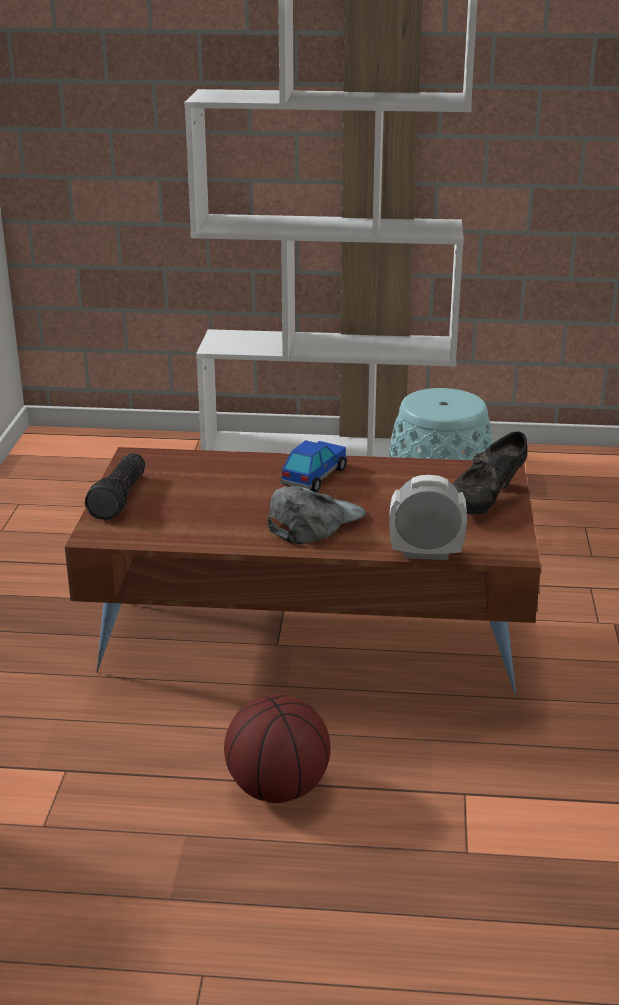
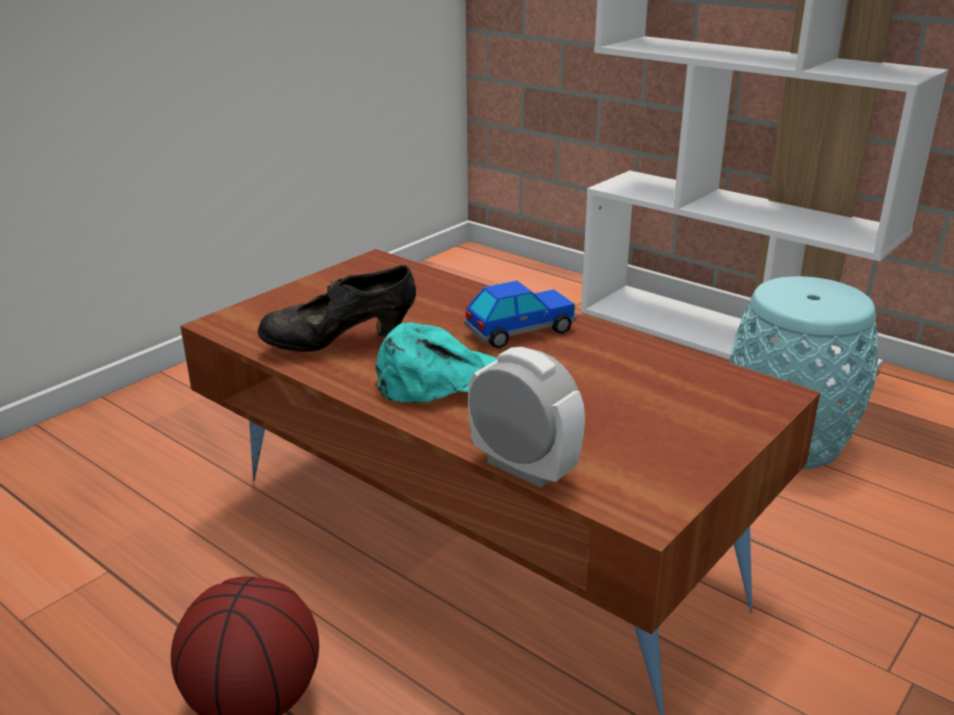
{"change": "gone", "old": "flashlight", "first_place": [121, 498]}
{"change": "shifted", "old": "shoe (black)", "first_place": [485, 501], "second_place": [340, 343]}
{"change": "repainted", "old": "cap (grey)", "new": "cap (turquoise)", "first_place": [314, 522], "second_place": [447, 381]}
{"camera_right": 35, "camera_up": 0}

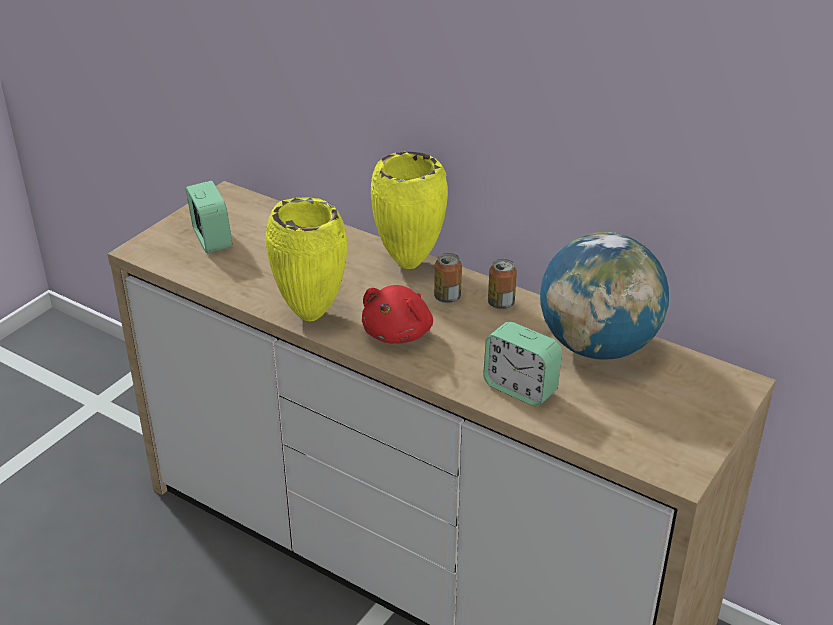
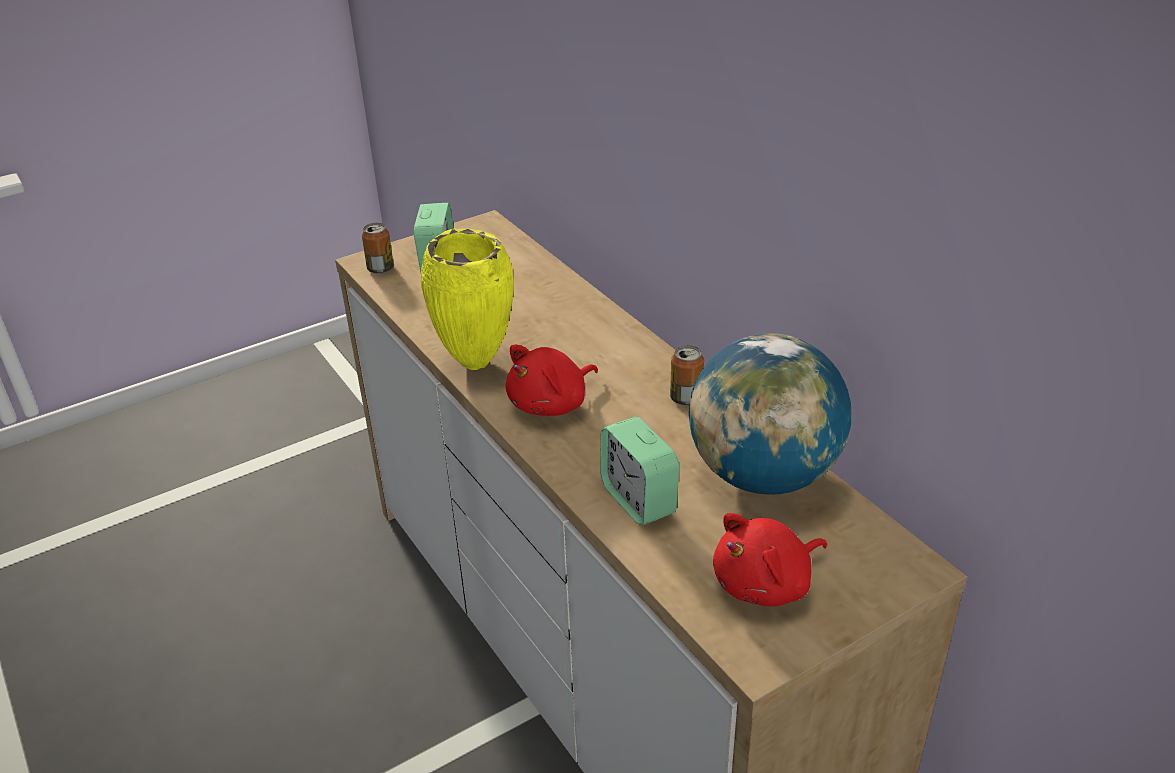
{"change": "gone", "old": "vase (yellow)", "first_place": [408, 265]}
{"change": "new", "new": "plush toy (red)", "second_place": [766, 584]}
{"change": "shifted", "old": "can", "first_place": [447, 297], "second_place": [380, 269]}
{"camera_right": 25, "camera_up": 0}

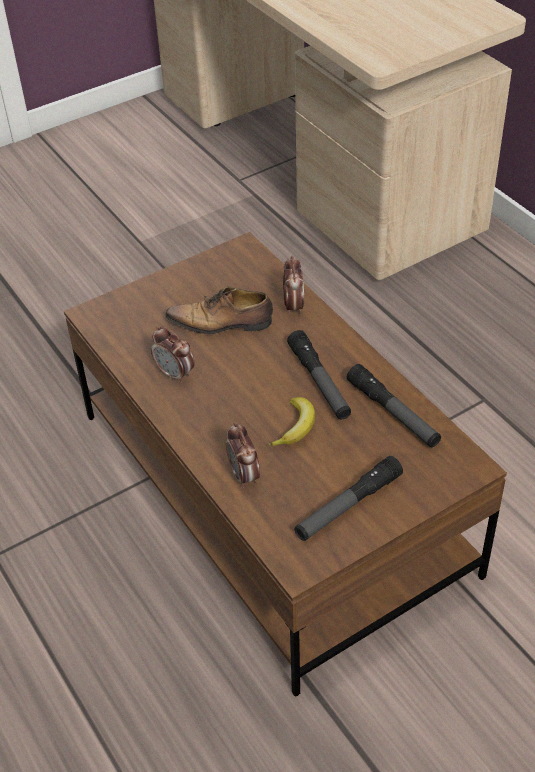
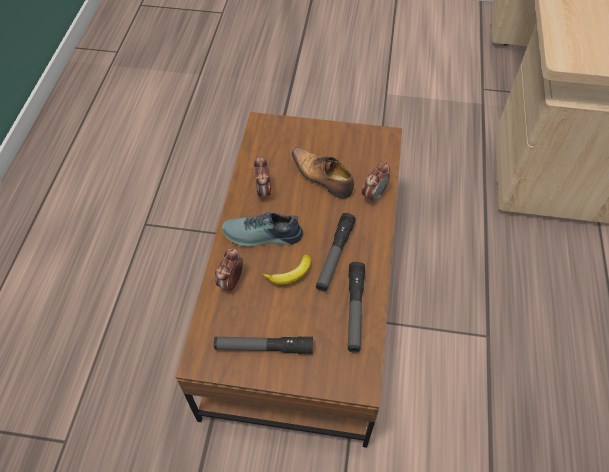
{"change": "new", "new": "shoe", "second_place": [262, 236]}
{"camera_right": 40, "camera_up": 10}

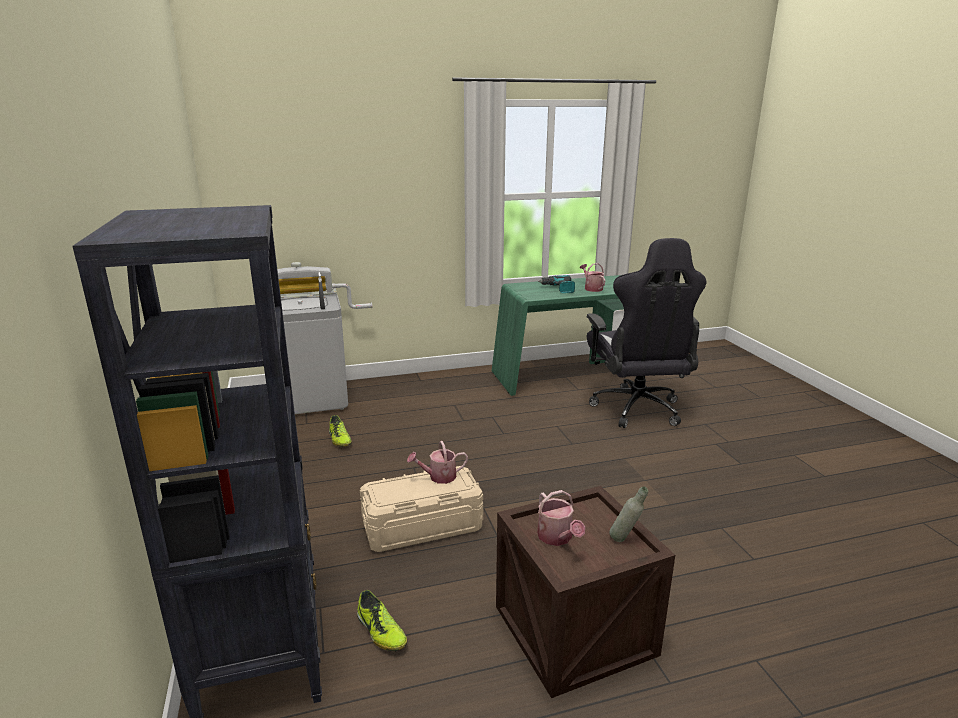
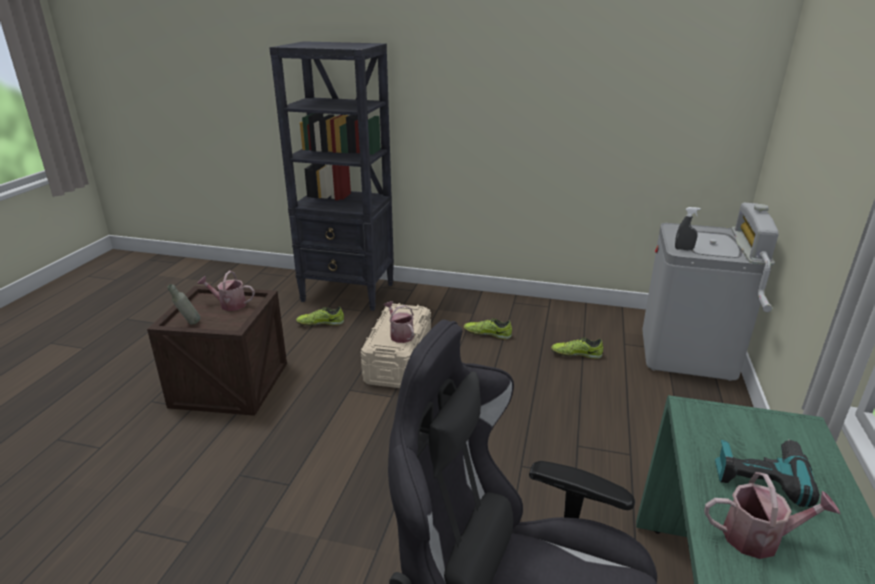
{"change": "new", "new": "shoe", "second_place": [487, 334]}
{"change": "rotated", "old": "watering can", "first_place": [438, 477], "second_place": [400, 334], "degrees": -45}
{"camera_right": 120, "camera_up": 5}

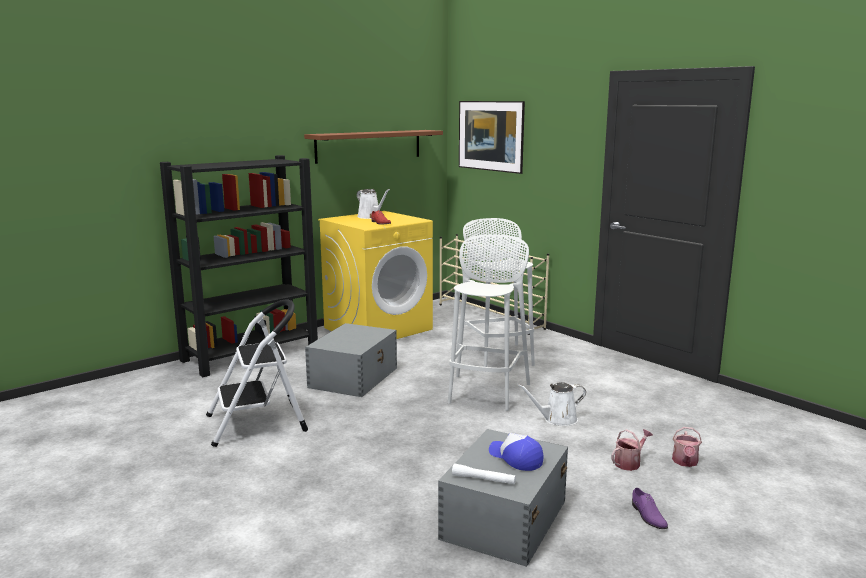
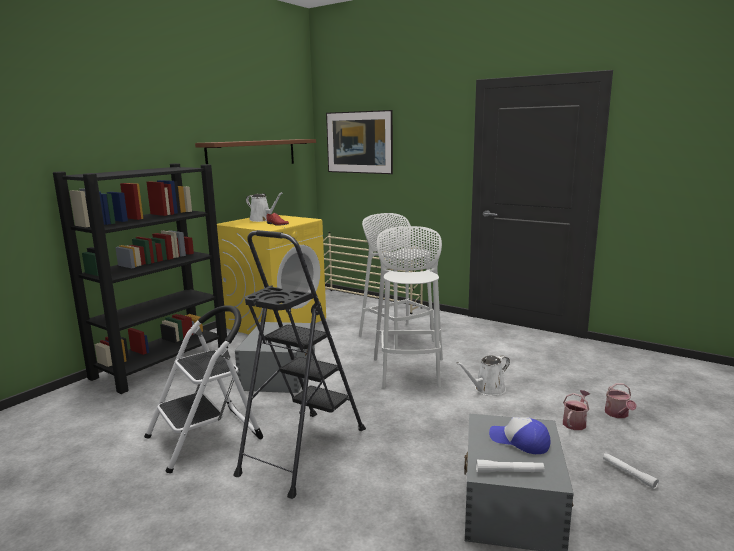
{"change": "new", "new": "step ladder", "second_place": [302, 451]}
{"change": "swapped", "old": "shoe (purple)", "new": "flashlight (white)", "first_place": [647, 515], "second_place": [628, 474]}
{"camera_right": -15, "camera_up": 0}

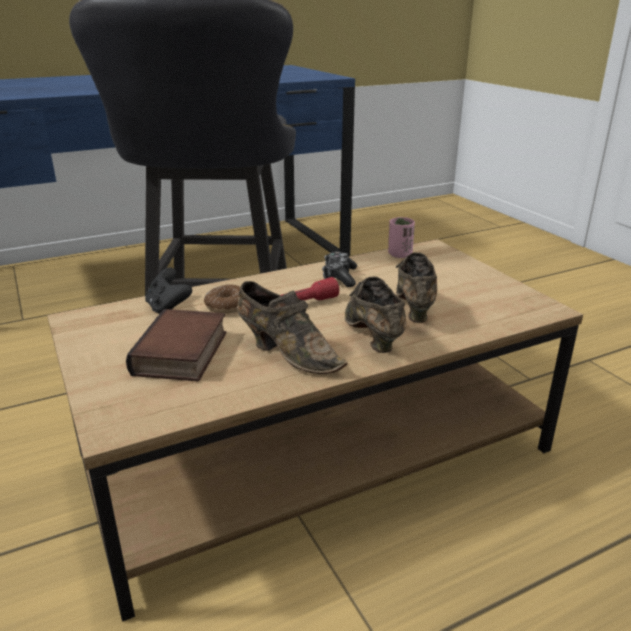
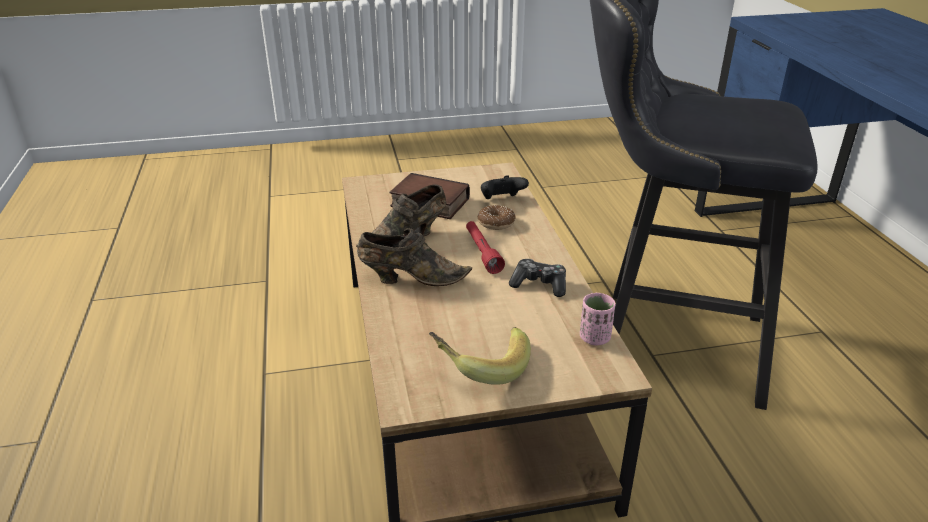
{"change": "gone", "old": "shoe (brown)", "first_place": [414, 308]}
{"change": "new", "new": "banana", "second_place": [481, 365]}
{"camera_right": 105, "camera_up": 5}

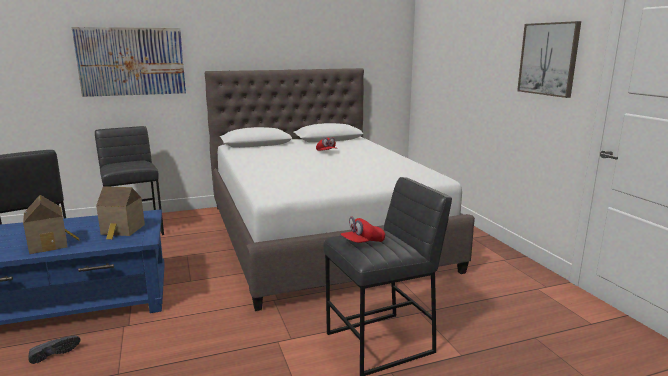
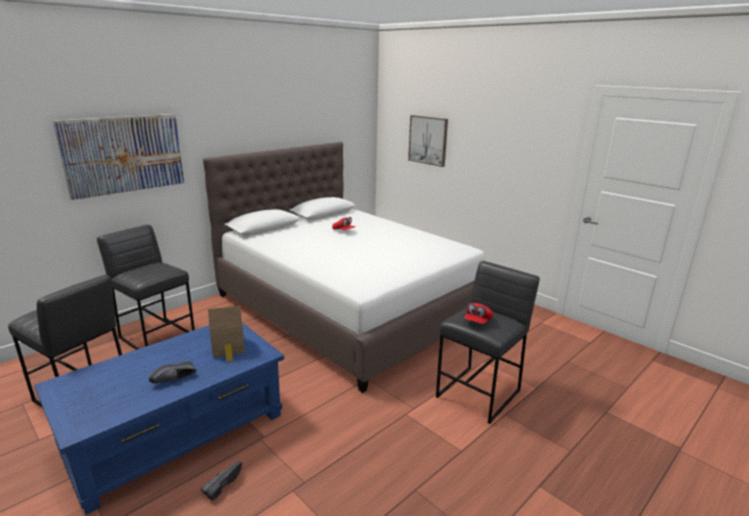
{"change": "shifted", "old": "picture", "first_place": [548, 59], "second_place": [428, 140]}
{"change": "swapped", "old": "toy house", "new": "shoe (black)", "first_place": [51, 244], "second_place": [175, 380]}
{"camera_right": -25, "camera_up": 5}

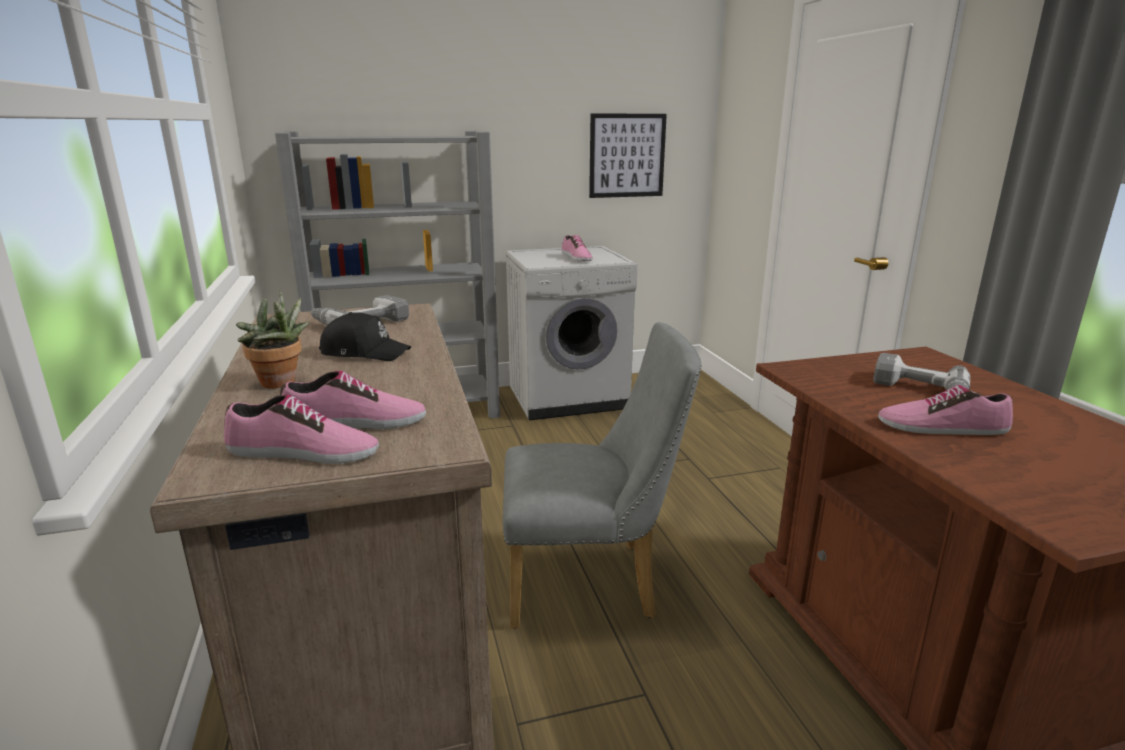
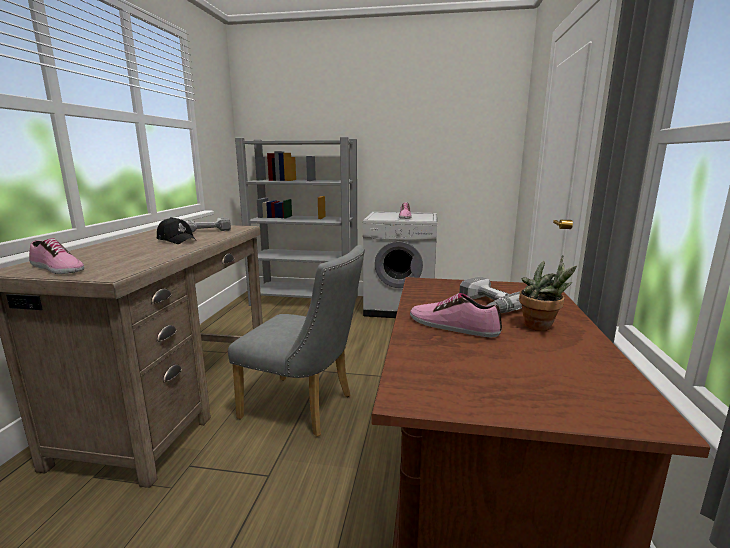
{"change": "gone", "old": "shoe", "first_place": [355, 423]}
{"change": "gone", "old": "picture", "first_place": [627, 156]}
{"change": "shifted", "old": "potted plant", "first_place": [282, 383], "second_place": [541, 327]}
{"camera_right": 25, "camera_up": -5}

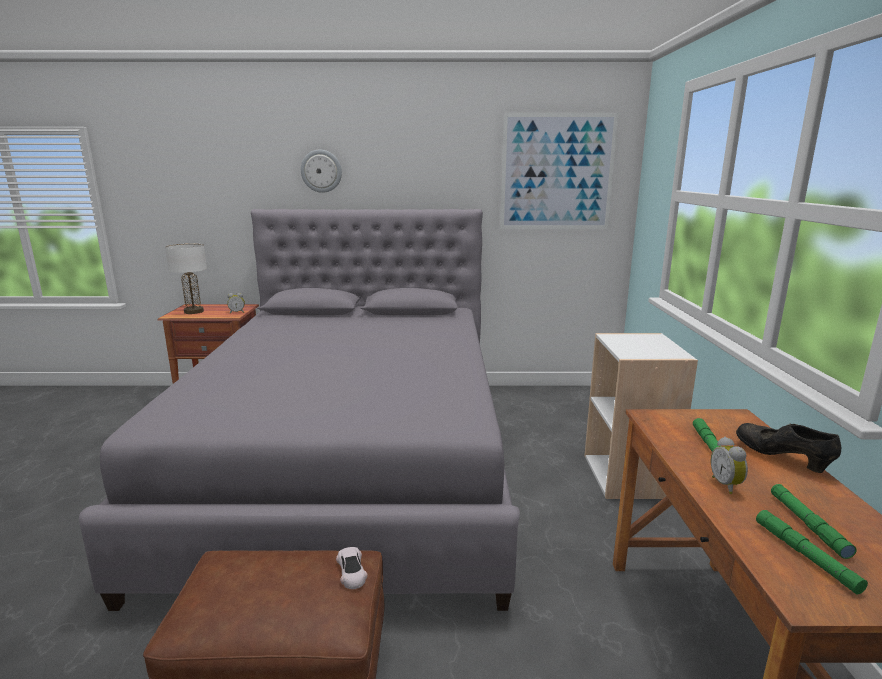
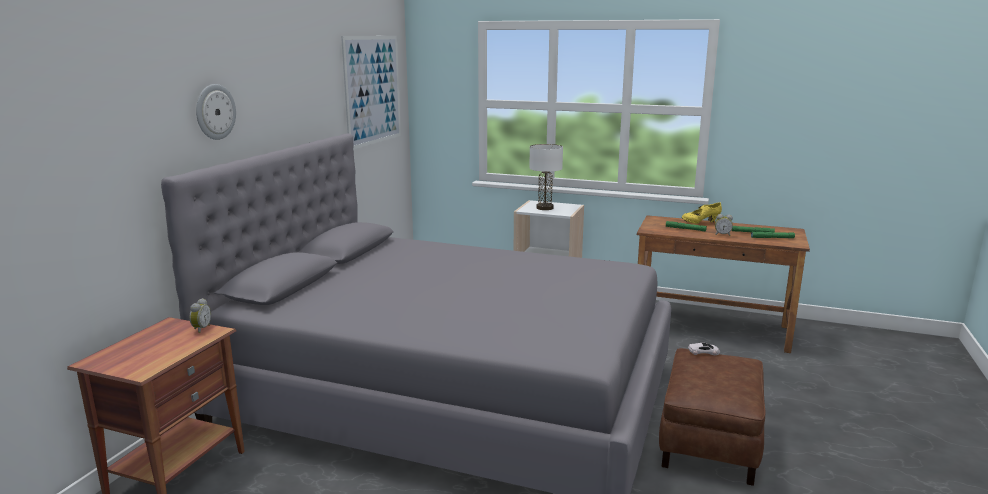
{"change": "shifted", "old": "table lamp", "first_place": [194, 311], "second_place": [544, 208]}
{"change": "repainted", "old": "shoe (black)", "new": "shoe (yellow)", "first_place": [782, 458], "second_place": [700, 223]}
{"camera_right": -70, "camera_up": 0}

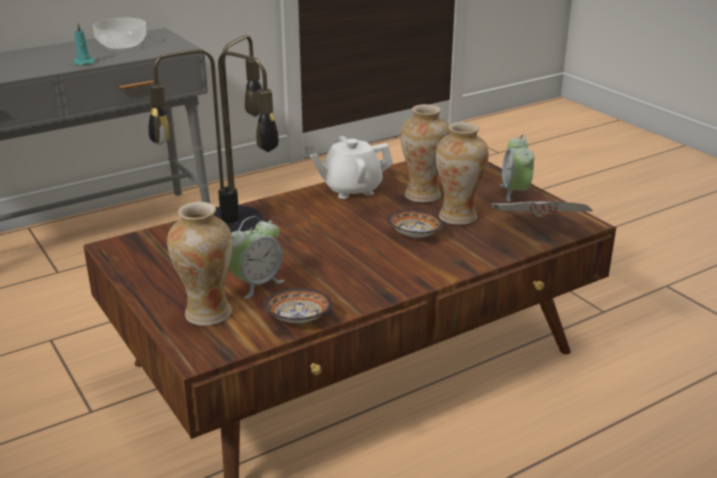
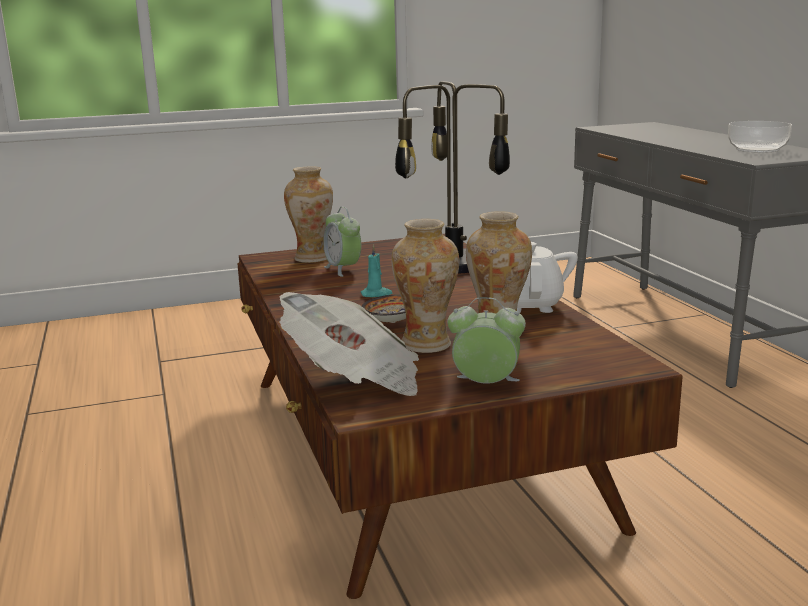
{"change": "gone", "old": "bowl", "first_place": [297, 318]}
{"change": "shifted", "old": "candle (turquoise)", "first_place": [83, 62], "second_place": [376, 294]}
{"camera_right": 105, "camera_up": -10}

